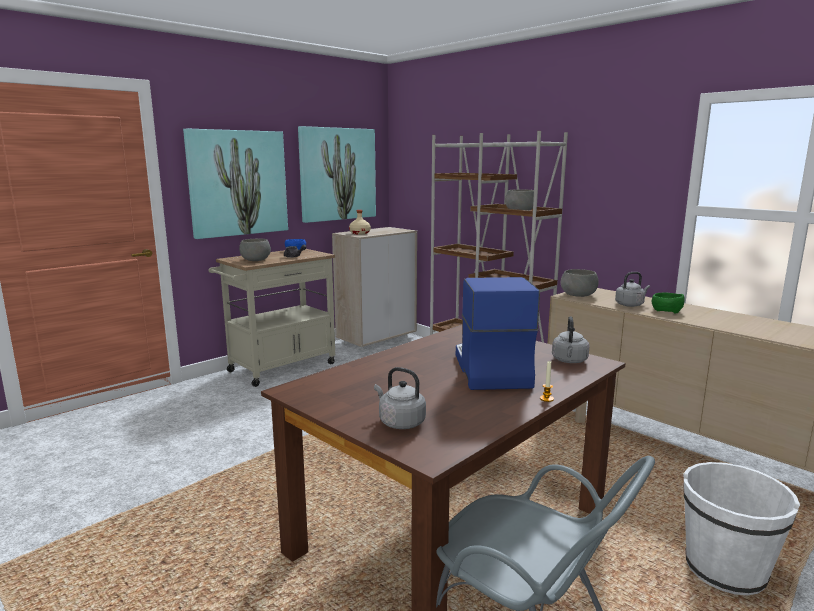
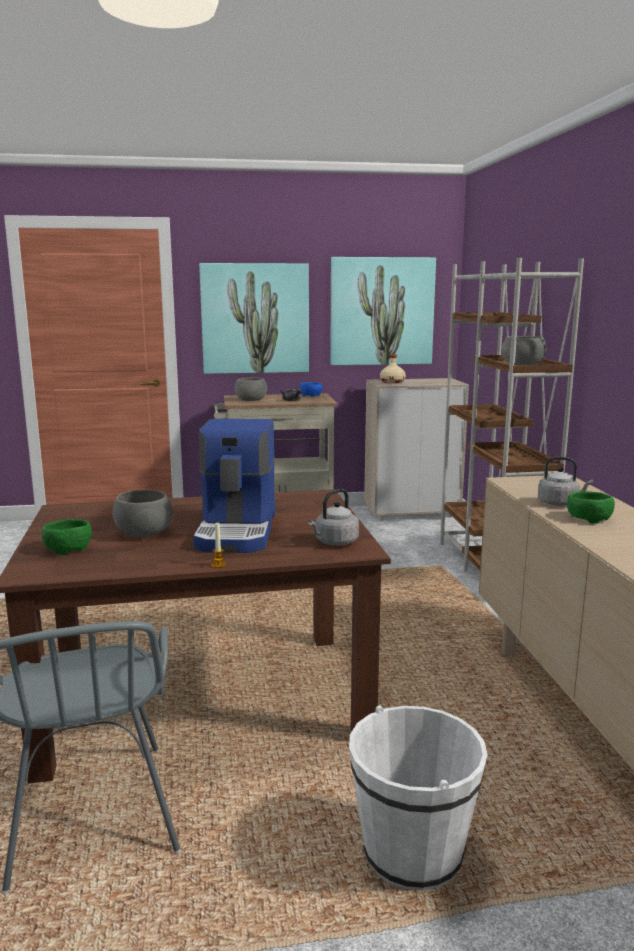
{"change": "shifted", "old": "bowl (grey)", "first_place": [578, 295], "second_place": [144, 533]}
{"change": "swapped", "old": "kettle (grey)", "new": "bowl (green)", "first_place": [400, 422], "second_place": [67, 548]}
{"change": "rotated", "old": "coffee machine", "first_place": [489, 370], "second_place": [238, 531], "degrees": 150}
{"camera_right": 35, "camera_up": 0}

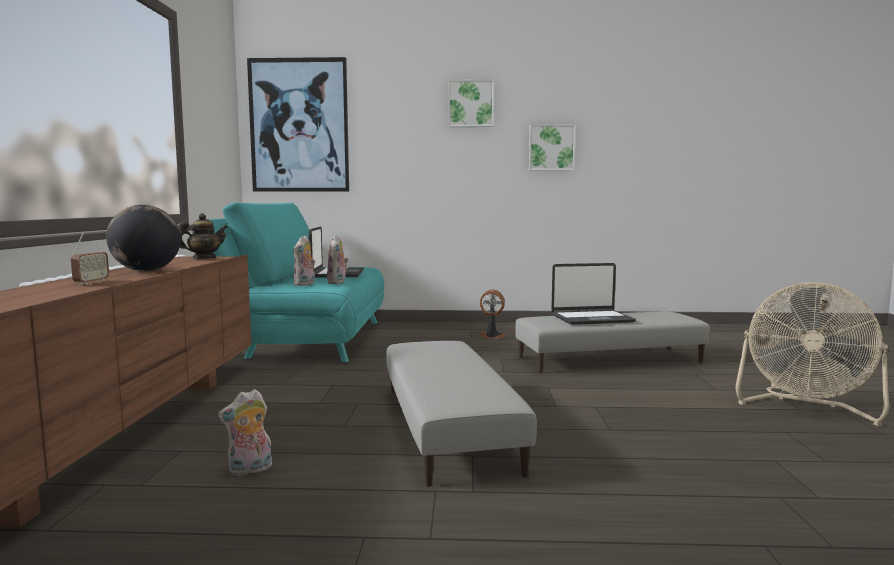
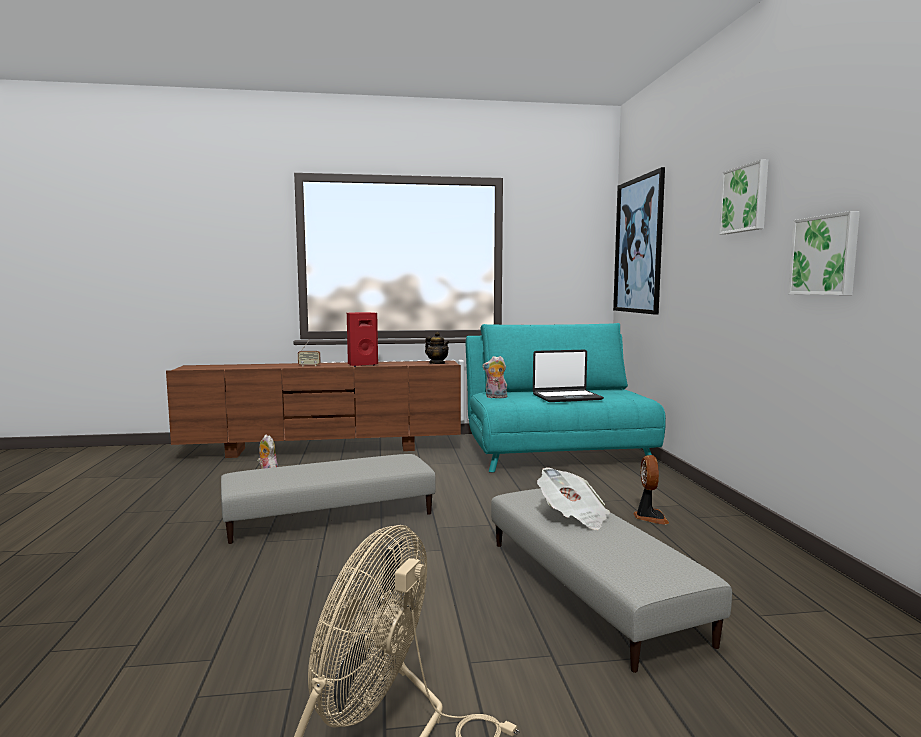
{"change": "gone", "old": "plush toy", "first_place": [337, 282]}
{"change": "swapped", "old": "globe", "new": "speaker (red)", "first_place": [146, 271], "second_place": [362, 365]}
{"change": "swapped", "old": "laptop", "new": "newspaper", "first_place": [591, 318], "second_place": [573, 516]}
{"camera_right": 80, "camera_up": 0}

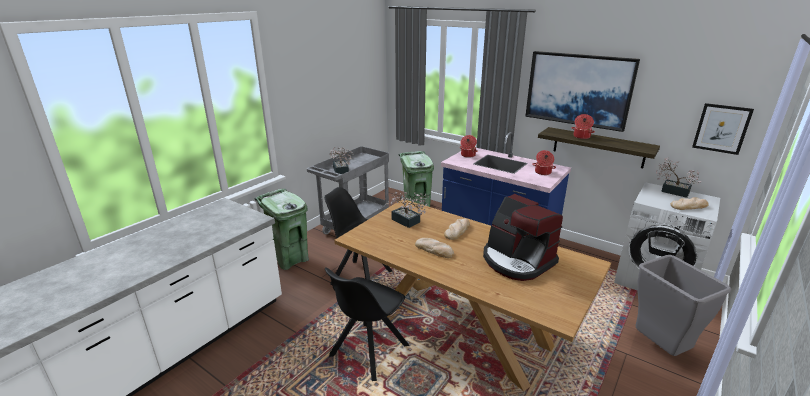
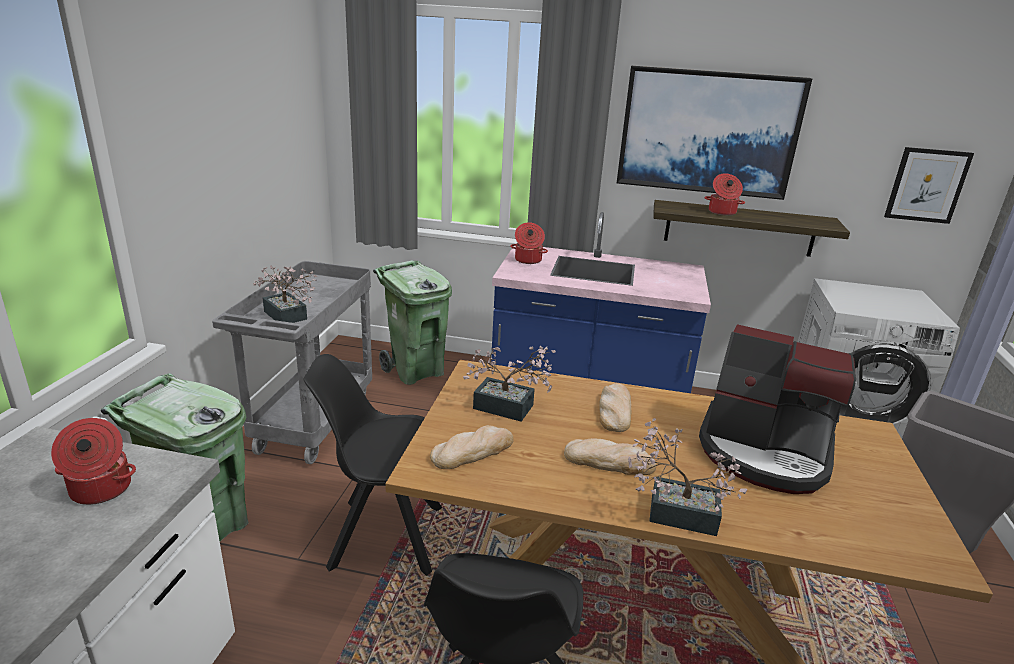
{"change": "shifted", "old": "cooking pot", "first_place": [542, 172], "second_place": [100, 490]}
{"change": "shifted", "old": "potted plant", "first_place": [671, 191], "second_place": [673, 512]}
{"change": "shifted", "old": "bread", "first_place": [689, 206], "second_place": [472, 451]}
{"camera_right": -25, "camera_up": 0}

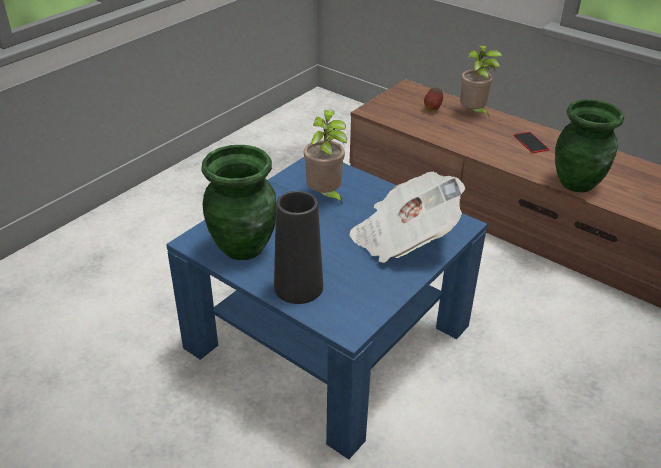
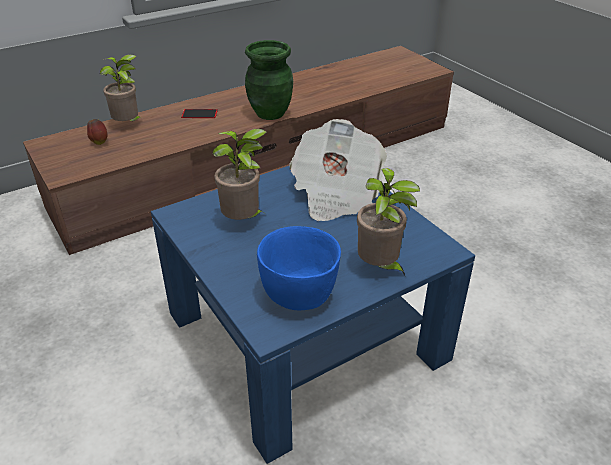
{"change": "swapped", "old": "vase (green)", "new": "bowl (blue)", "first_place": [244, 247], "second_place": [299, 293]}
{"change": "swapped", "old": "vase (black)", "new": "potted plant", "first_place": [298, 287], "second_place": [380, 268]}
{"camera_right": -70, "camera_up": 0}

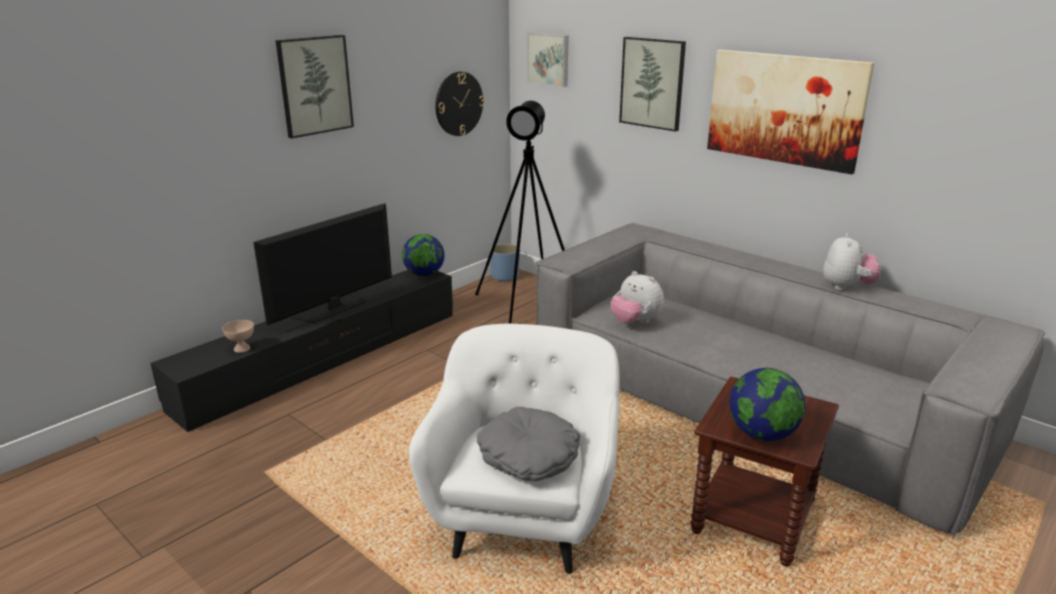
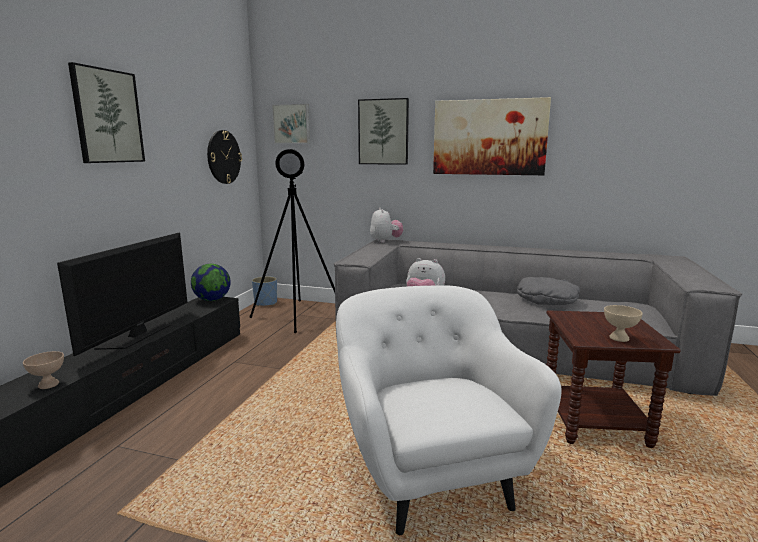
{"change": "shifted", "old": "pillow (grey)", "first_place": [530, 456], "second_place": [546, 300]}
{"change": "shifted", "old": "plush toy", "first_place": [846, 287], "second_place": [385, 241]}
{"change": "swapped", "old": "globe", "new": "bowl (beige)", "first_place": [762, 434], "second_place": [619, 338]}
{"camera_right": -25, "camera_up": -10}

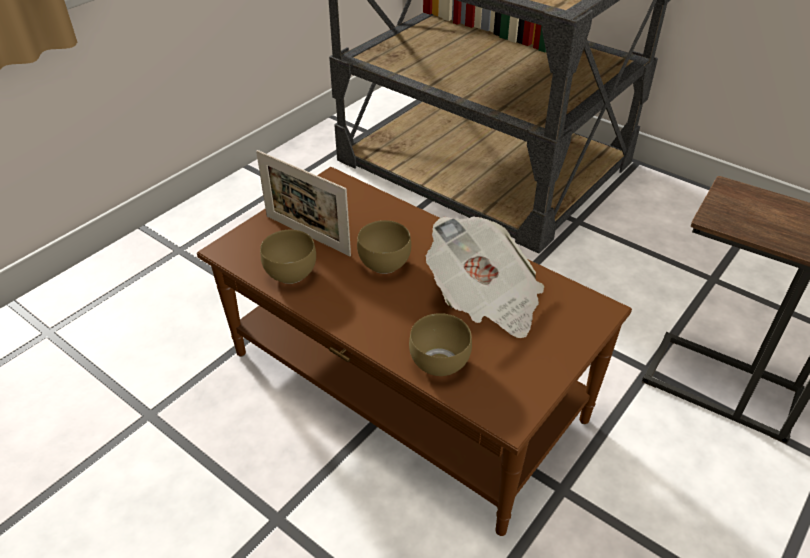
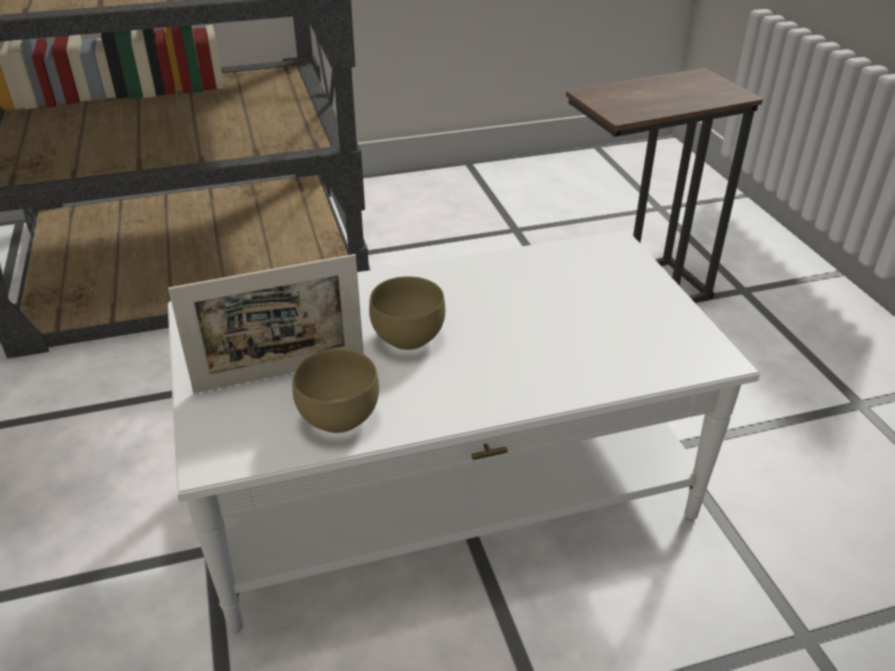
{"change": "gone", "old": "bowl (brown)", "first_place": [439, 365]}
{"change": "gone", "old": "newspaper", "first_place": [485, 299]}
{"change": "repainted", "old": "coffee table (brown)", "new": "coffee table (white)", "first_place": [406, 387], "second_place": [450, 490]}
{"camera_right": -55, "camera_up": -5}

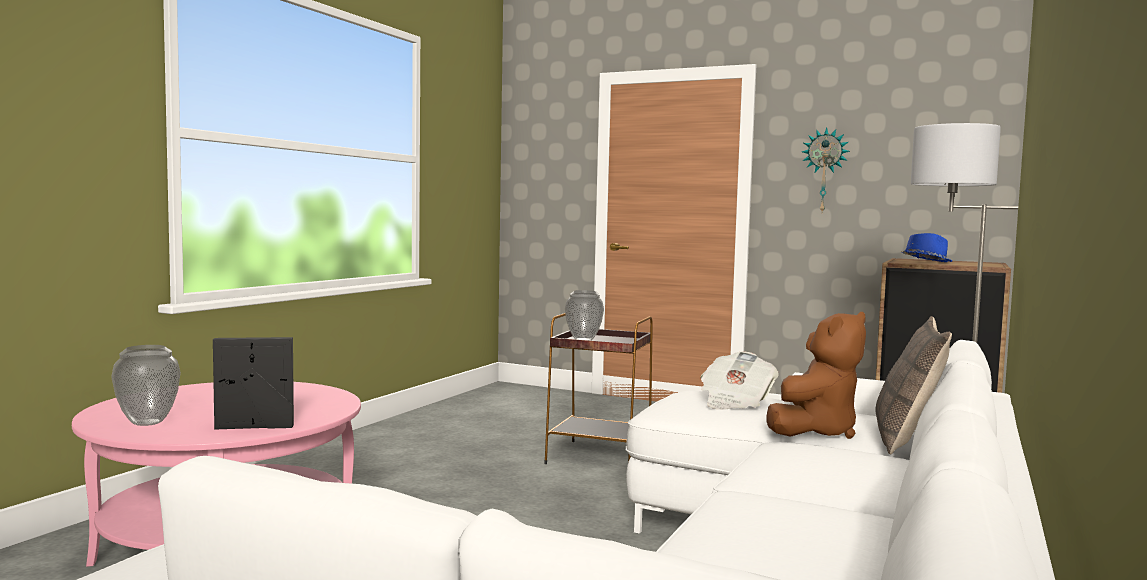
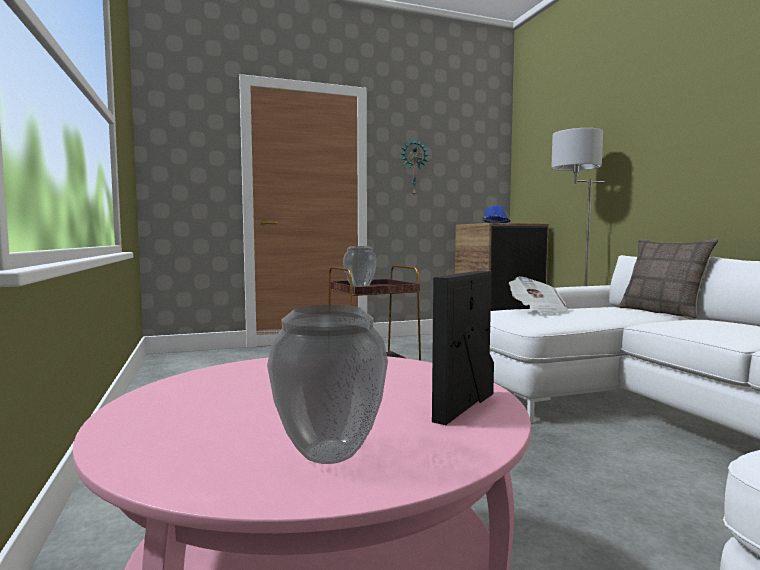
{"change": "gone", "old": "plush toy (brown)", "first_place": [815, 431]}
{"camera_right": -45, "camera_up": 0}

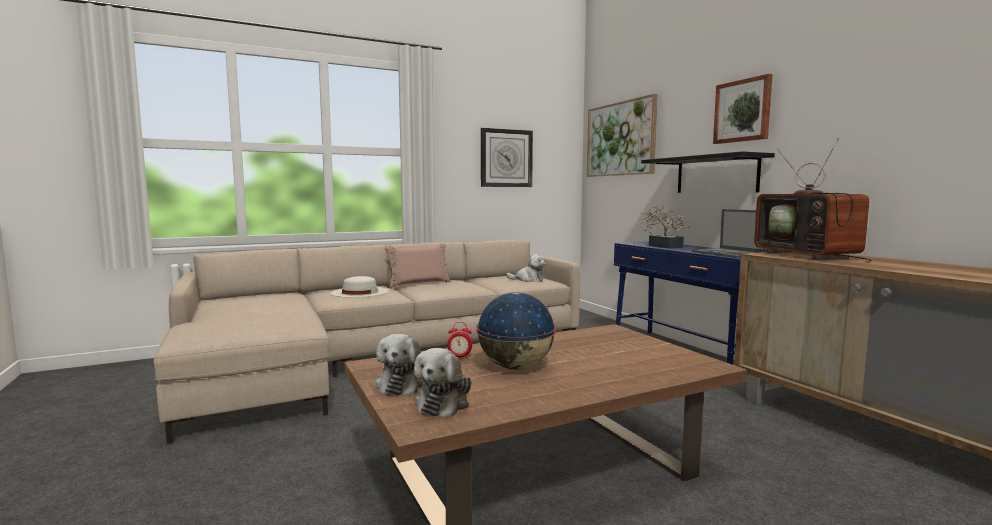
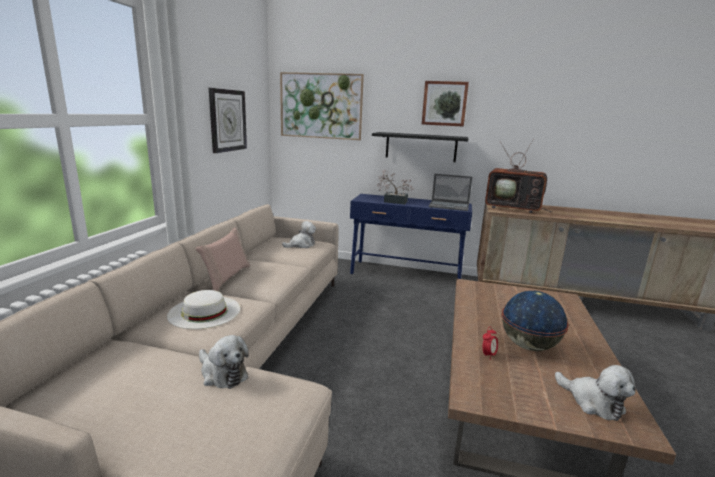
{"change": "shifted", "old": "plush toy", "first_place": [401, 384], "second_place": [222, 374]}
{"camera_right": -50, "camera_up": 10}

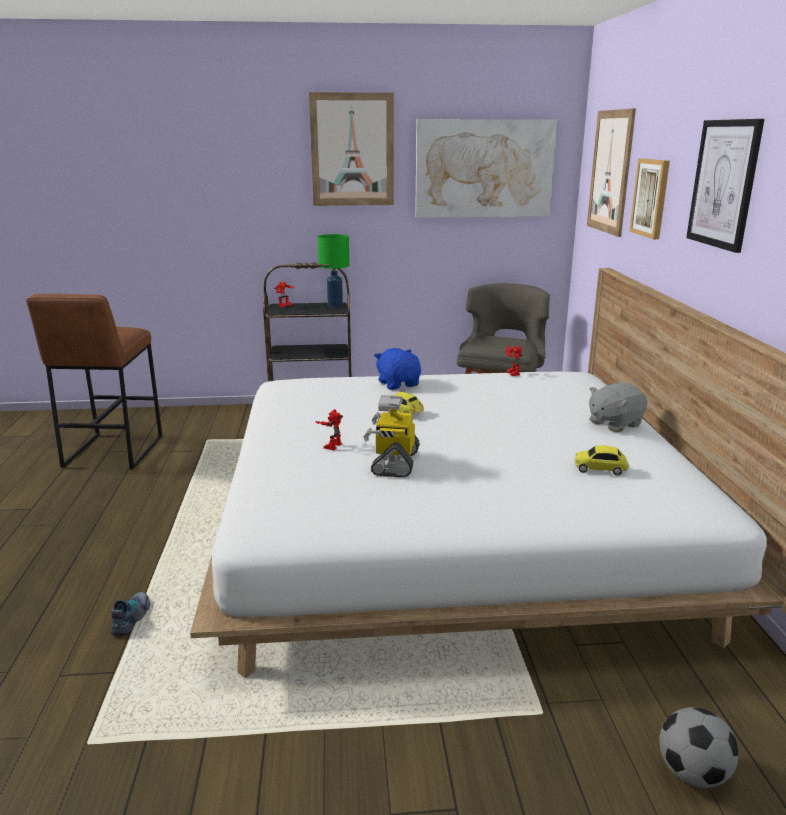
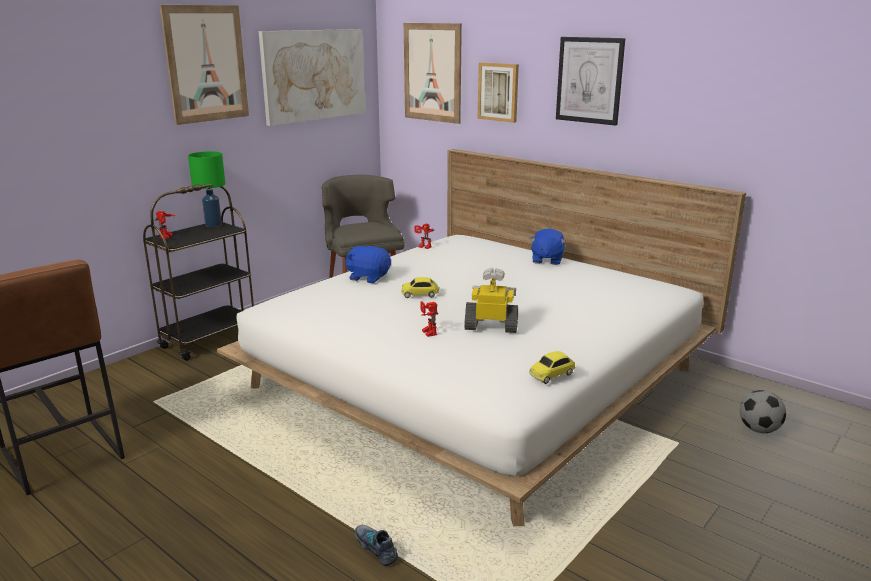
{"change": "shifted", "old": "toy car", "first_place": [600, 469], "second_place": [552, 375]}
{"change": "repainted", "old": "plush toy (grey)", "new": "plush toy (blue)", "first_place": [614, 423], "second_place": [546, 260]}
{"change": "rotated", "old": "toy robot", "first_place": [394, 462], "second_place": [492, 326], "degrees": 135}
{"camera_right": -45, "camera_up": 0}

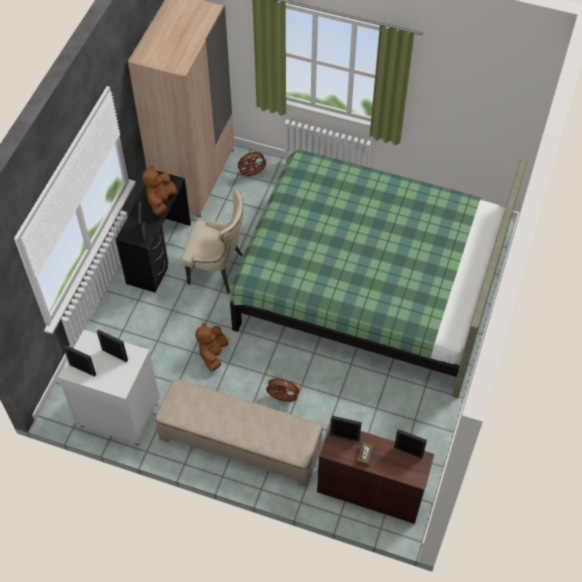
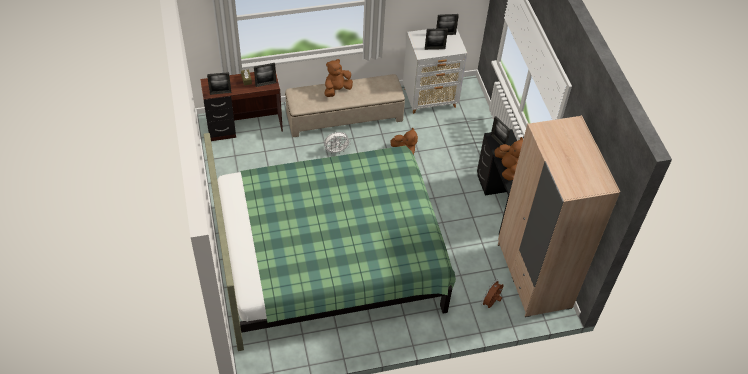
{"change": "gone", "old": "chair (beige)", "first_place": [217, 270]}
{"change": "new", "new": "plush toy (brown)", "second_place": [337, 90]}
{"change": "repainted", "old": "fan (brown)", "new": "fan (white)", "first_place": [282, 398], "second_place": [336, 151]}
{"camera_right": 145, "camera_up": -5}

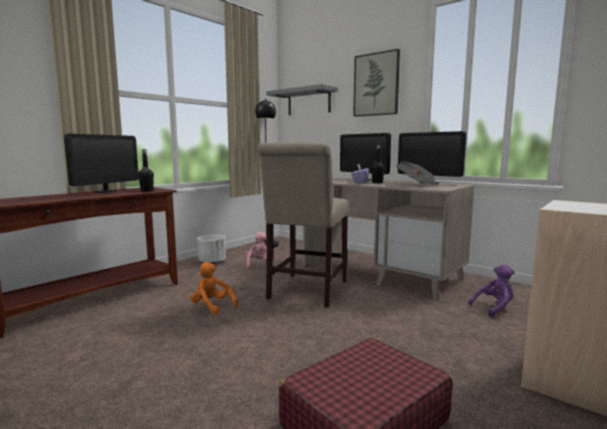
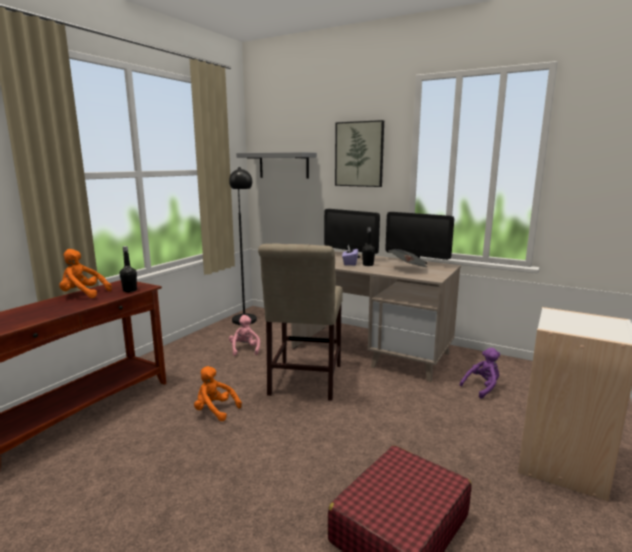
{"change": "gone", "old": "planter (white)", "first_place": [212, 262]}
{"change": "swapped", "old": "monitor", "new": "plush toy (orange)", "first_place": [106, 191], "second_place": [83, 294]}
{"camera_right": -10, "camera_up": 5}

